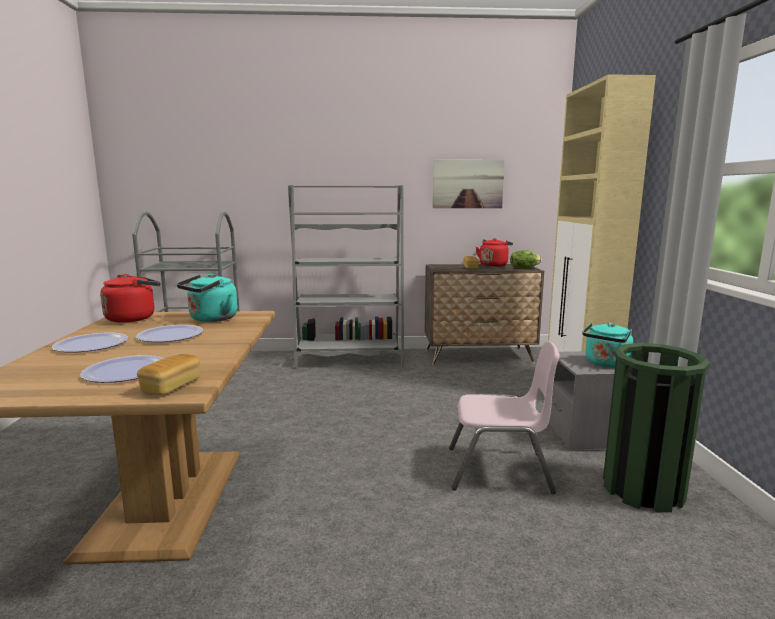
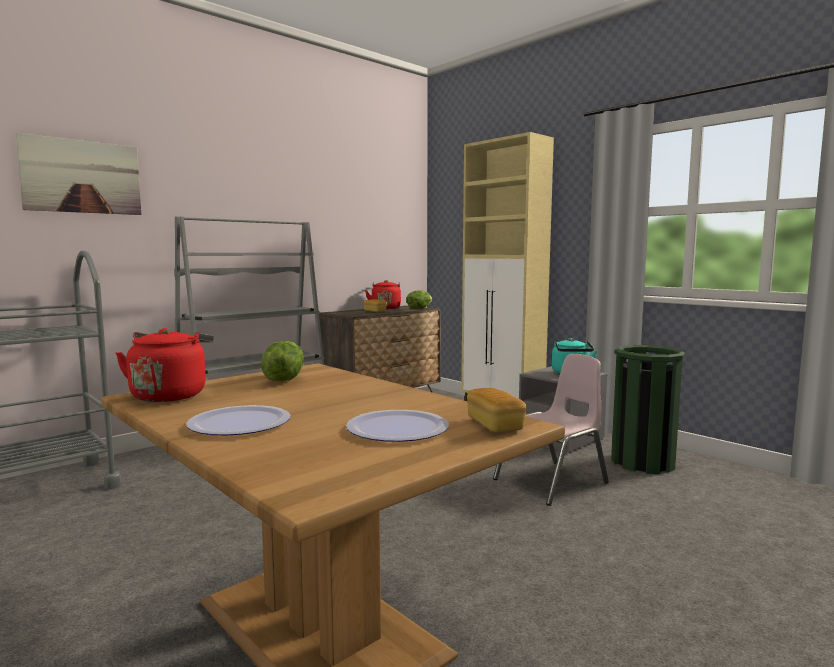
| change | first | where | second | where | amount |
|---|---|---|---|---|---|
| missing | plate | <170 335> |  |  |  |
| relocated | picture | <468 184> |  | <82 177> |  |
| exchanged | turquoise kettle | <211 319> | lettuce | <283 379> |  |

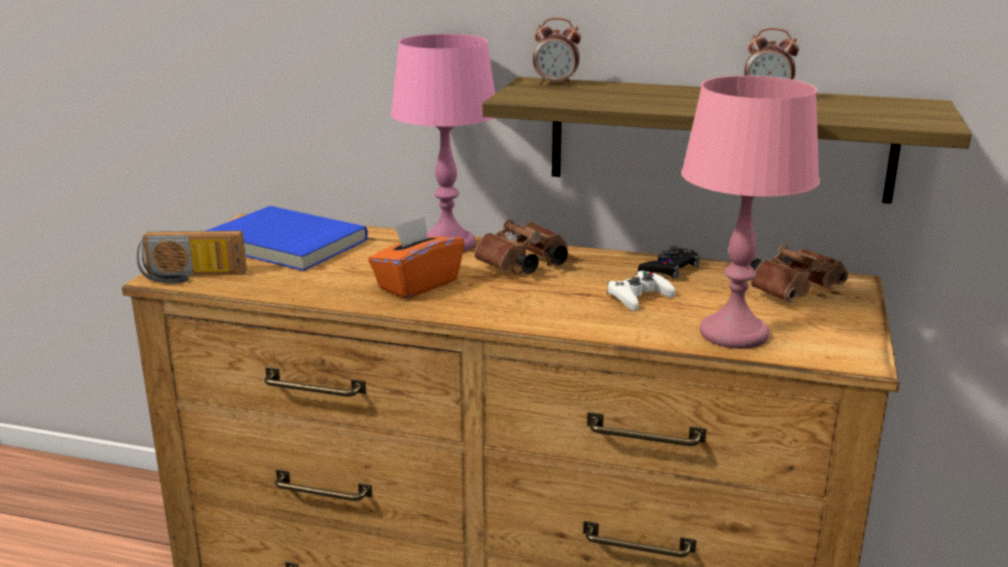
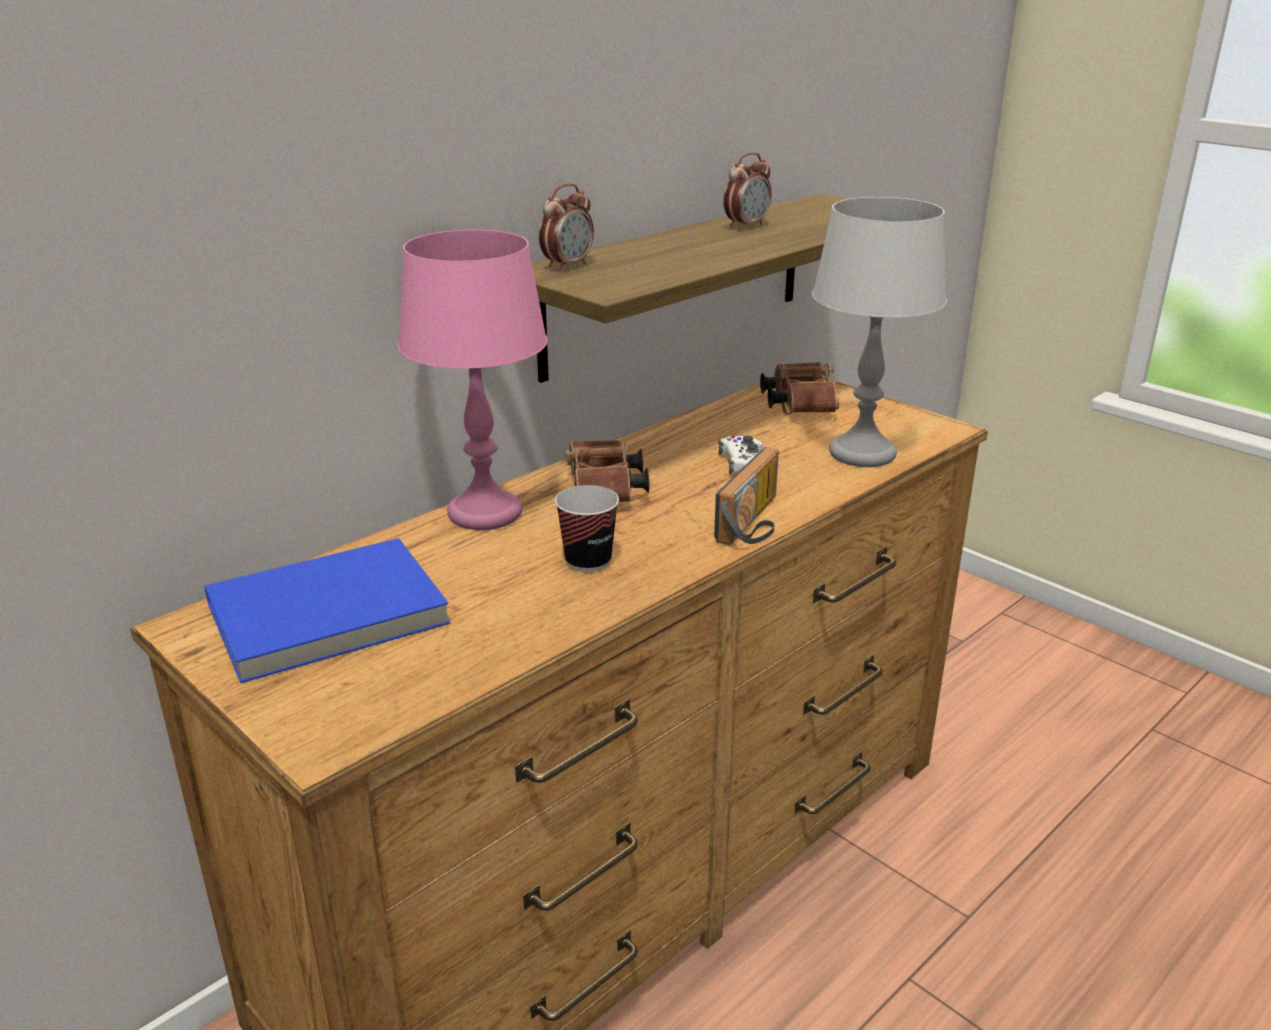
| change | first | where | second | where | amount |
|---|---|---|---|---|---|
| missing | black game controller | <669 270> |  |  |  |
| relocated | radio | <191 277> |  | <756 523> |  |
| exchanged | orange tissue box | <417 285> | cup | <588 561> |  |
| colour | pink table lamp | <734 334> | grey table lamp | <863 453> |  |

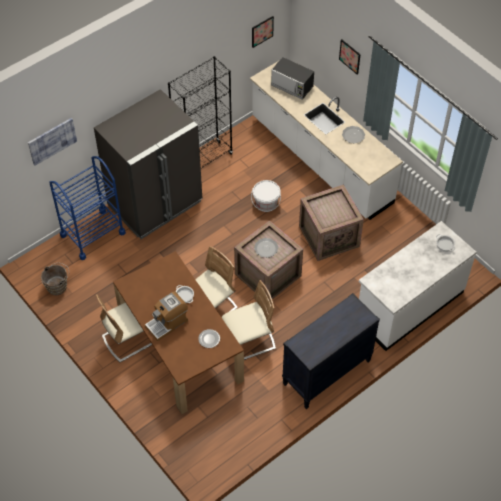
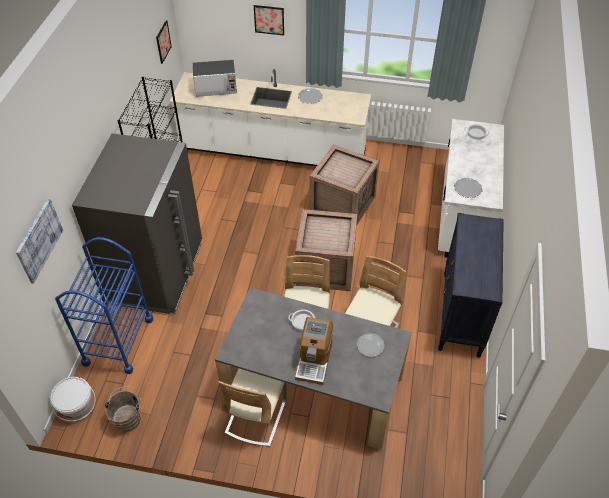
| change | first | where | second | where | amount |
|---|---|---|---|---|---|
| relocated | white bucket | <266 203> |  | <77 407> |  |
| relocated | plate | <266 248> |  | <468 189> |  |
| colour | brown dining table | <180 347> | grey dining table | <314 386> |  |

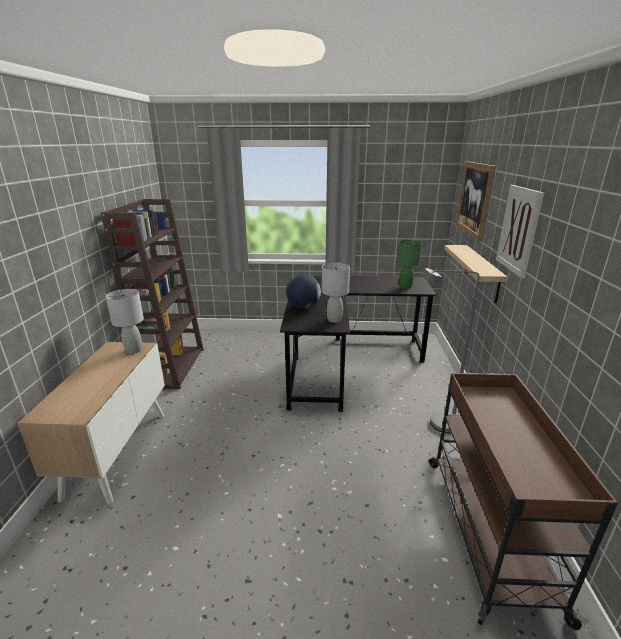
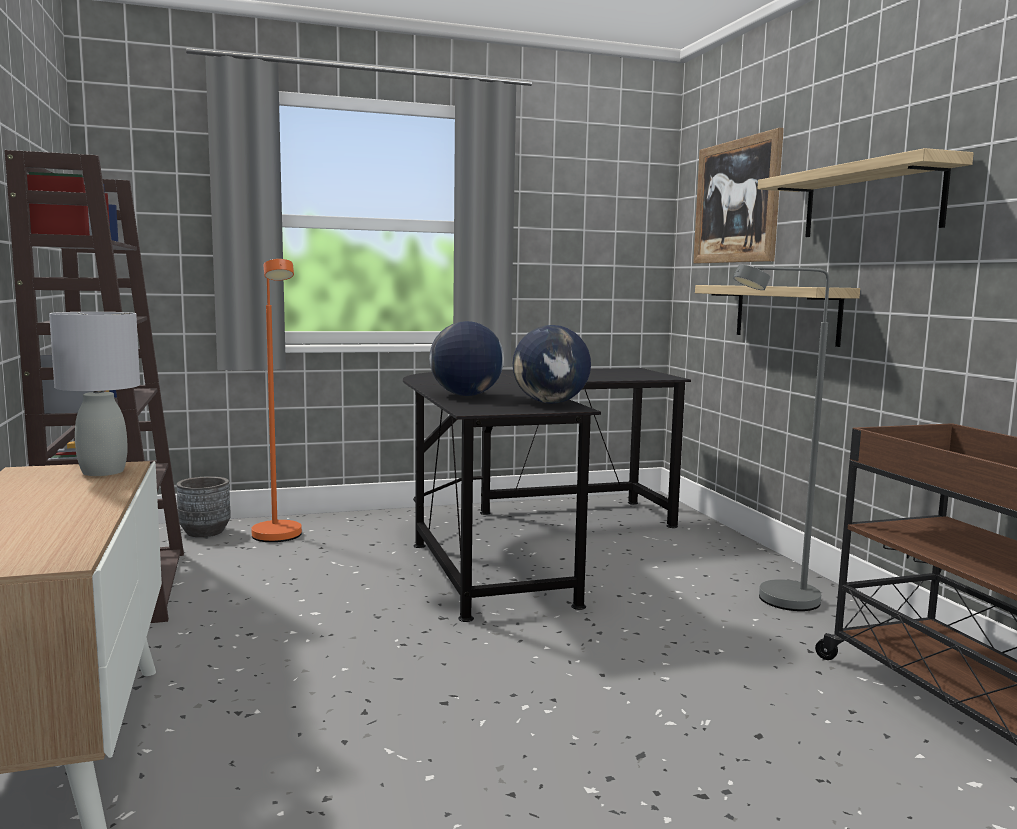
| change | first | where | second | where | amount |
|---|---|---|---|---|---|
| missing | green table lamp | <405 287> |  |  |  |
| appeared |  |  | grey planter | <205 532> |  |
| appeared |  |  | orange floor lamp | <279 539> |  |
| exchanged | grey table lamp | <334 320> | globe | <551 403> |  |
| exchanged | picture | <518 230> | shelf | <871 201> |  |

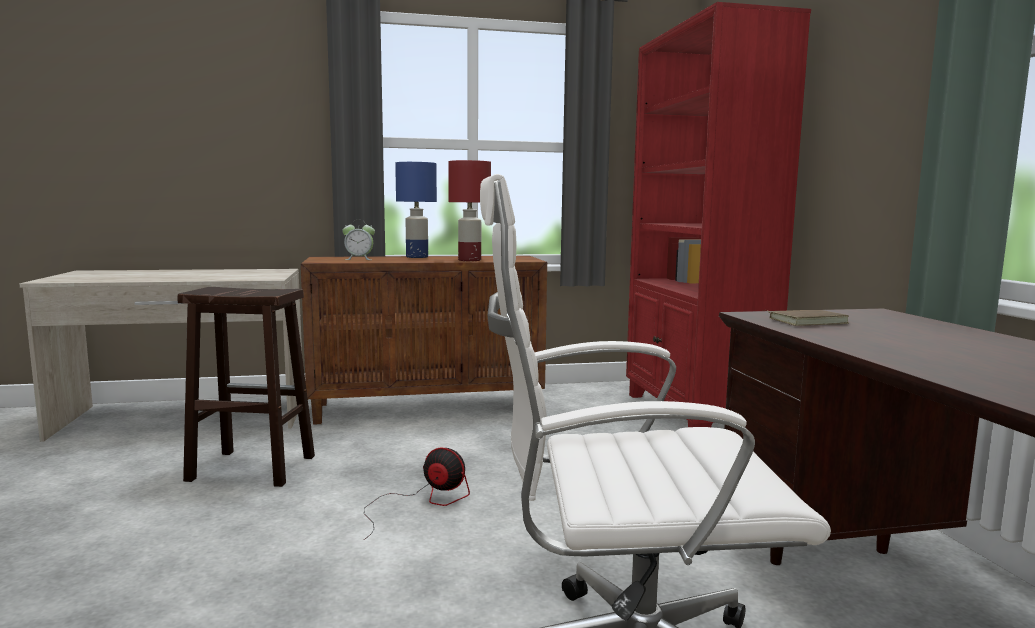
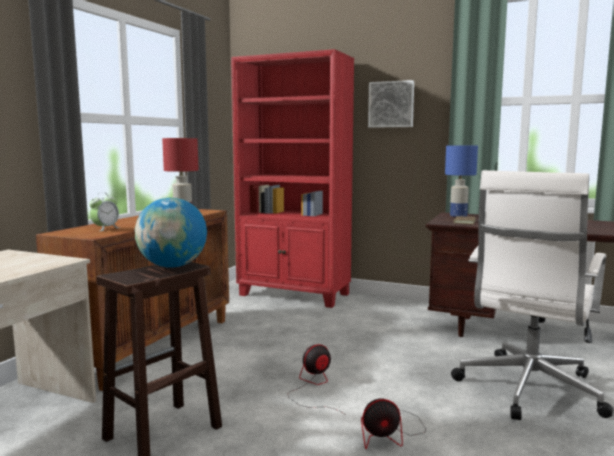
| change | first | where | second | where | amount |
|---|---|---|---|---|---|
| appeared |  |  | globe | <173 266> |  |
| appeared |  |  | fan | <389 433> |  |
| appeared |  |  | picture | <391 104> |  |
| relocated | blue table lamp | <417 257> |  | <458 216> |  |

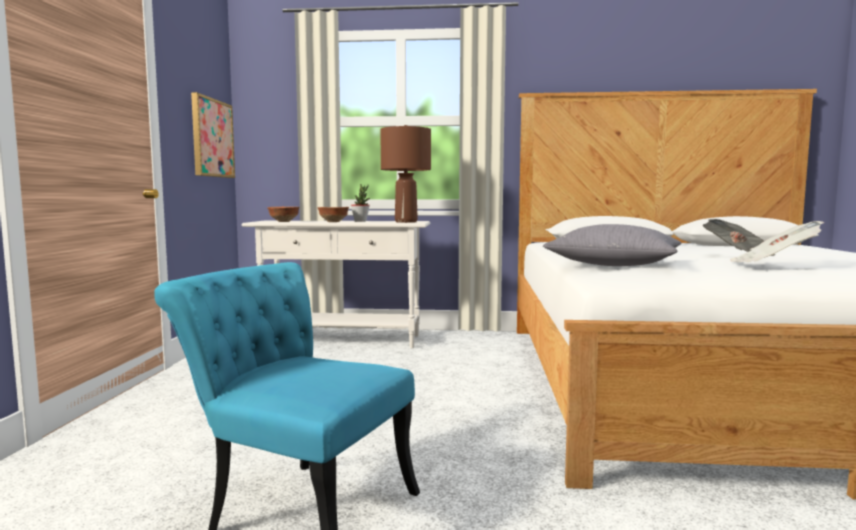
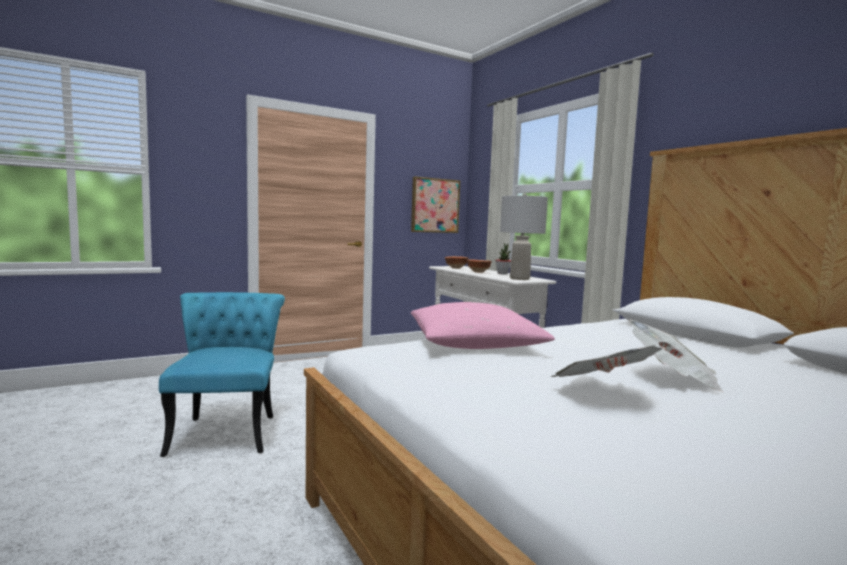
| change | first | where | second | where | amount |
|---|---|---|---|---|---|
| colour | brown table lamp | <406 222> | grey table lamp | <520 279> |  |
| colour | grey pillow | <614 264> | pink pillow | <474 344> |  |

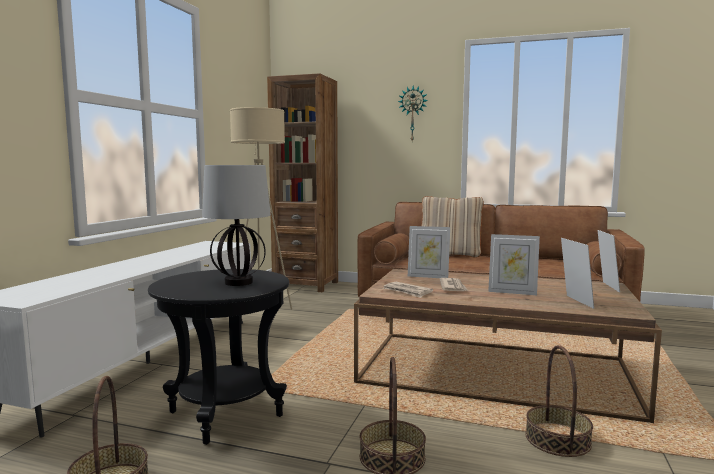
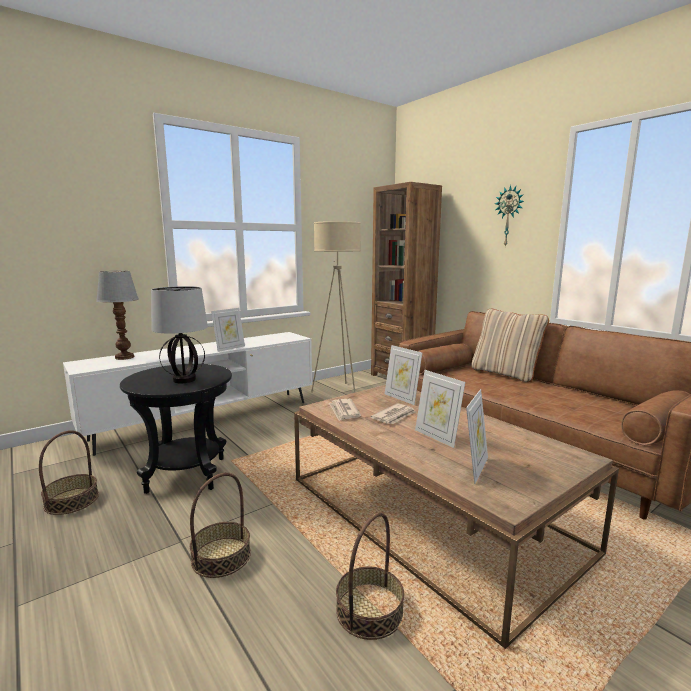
| change | first | where | second | where | amount |
|---|---|---|---|---|---|
| appeared |  |  | table lamp | <124 357> |  |
| relocated | picture frame | <606 287> |  | <229 348> |  |

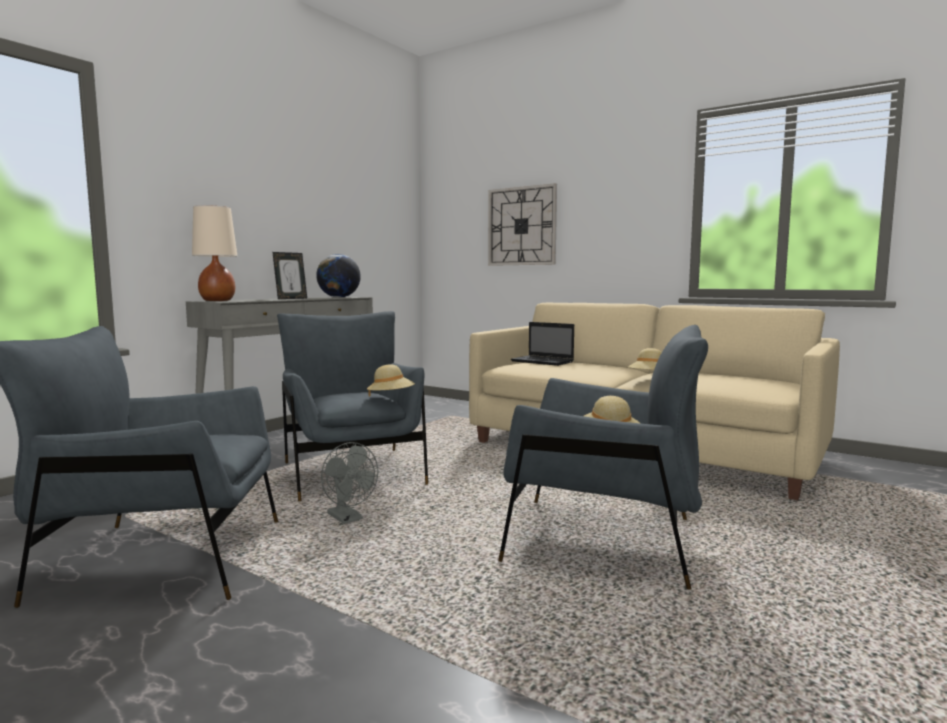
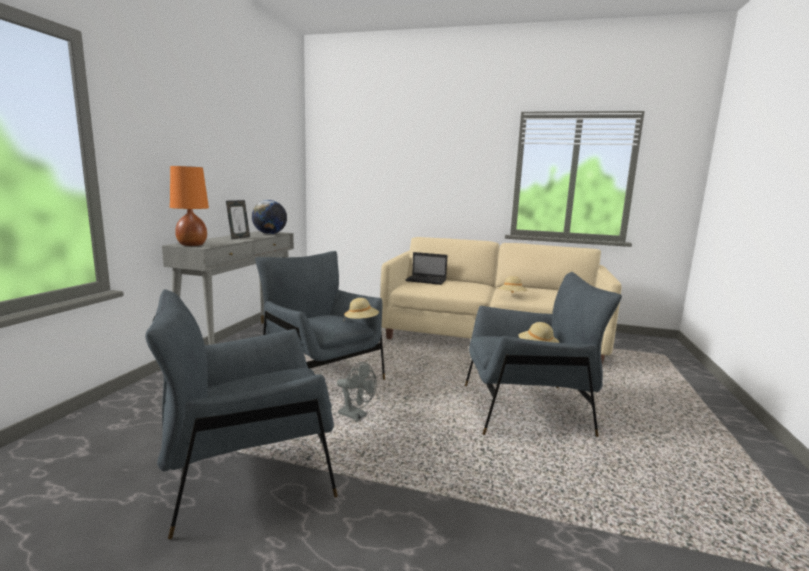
| change | first | where | second | where | amount |
|---|---|---|---|---|---|
| missing | wall clock | <522 226> |  |  |  |
| colour | beige table lamp | <217 301> | orange table lamp | <192 245> |  |

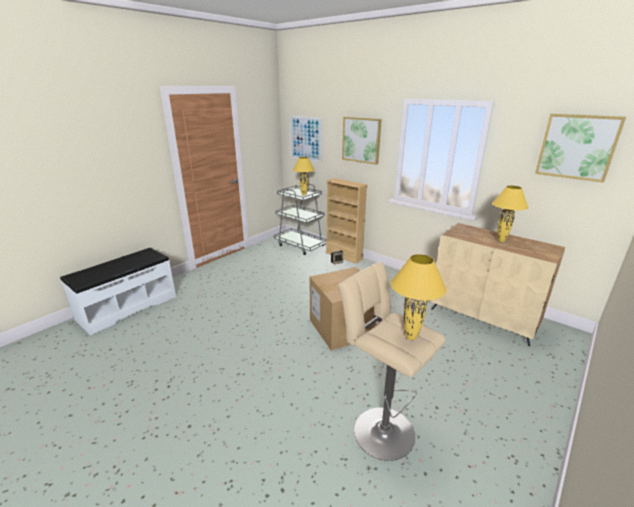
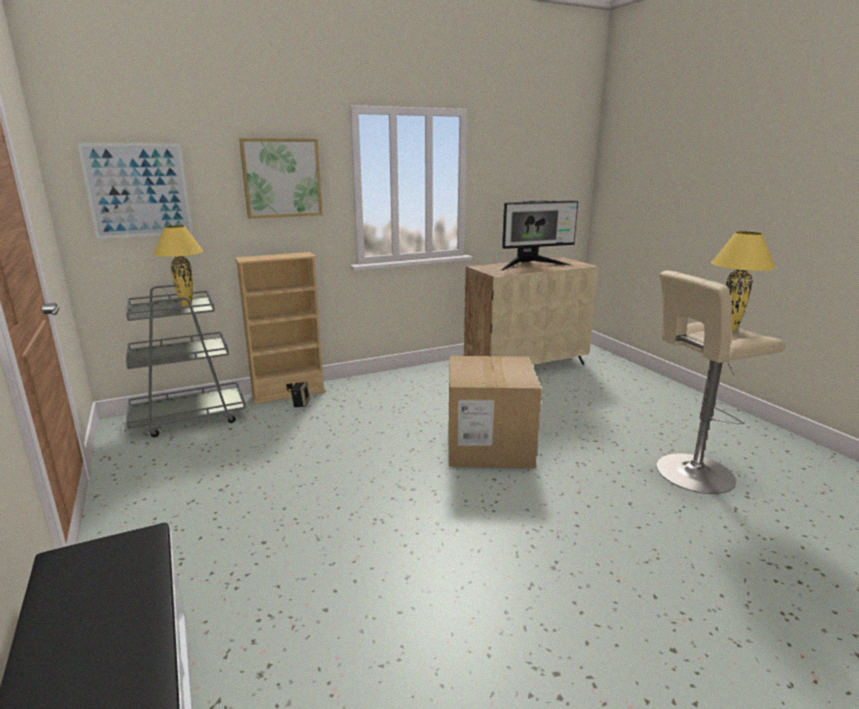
| change | first | where | second | where | amount |
|---|---|---|---|---|---|
| missing | picture | <577 147> |  |  |  |
| exchanged | yellow table lamp | <501 240> | monitor | <532 265> |  |

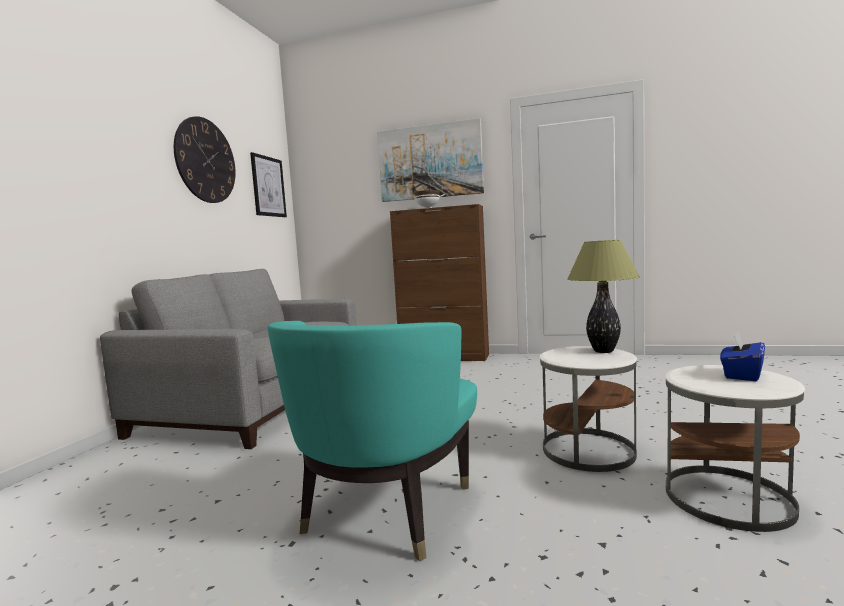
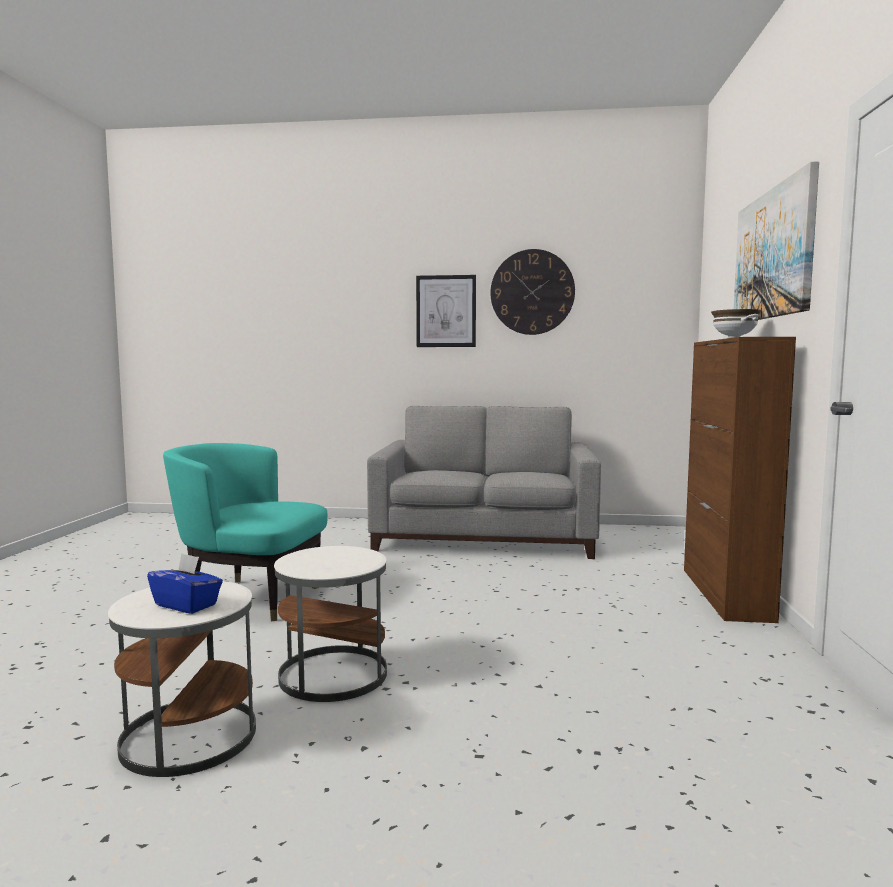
| change | first | where | second | where | amount |
|---|---|---|---|---|---|
| missing | table lamp | <603 351> |  |  |  |
| relocated | picture | <268 186> |  | <446 311> |  |

